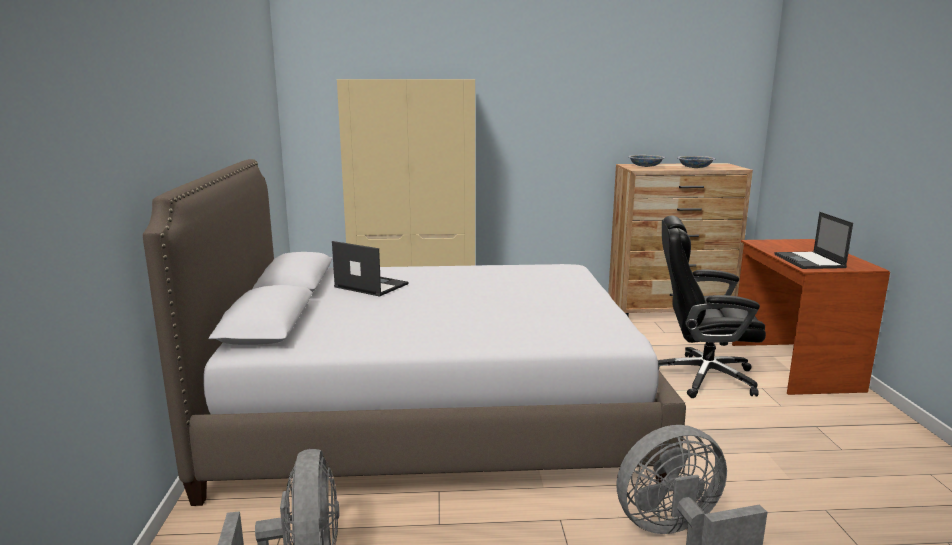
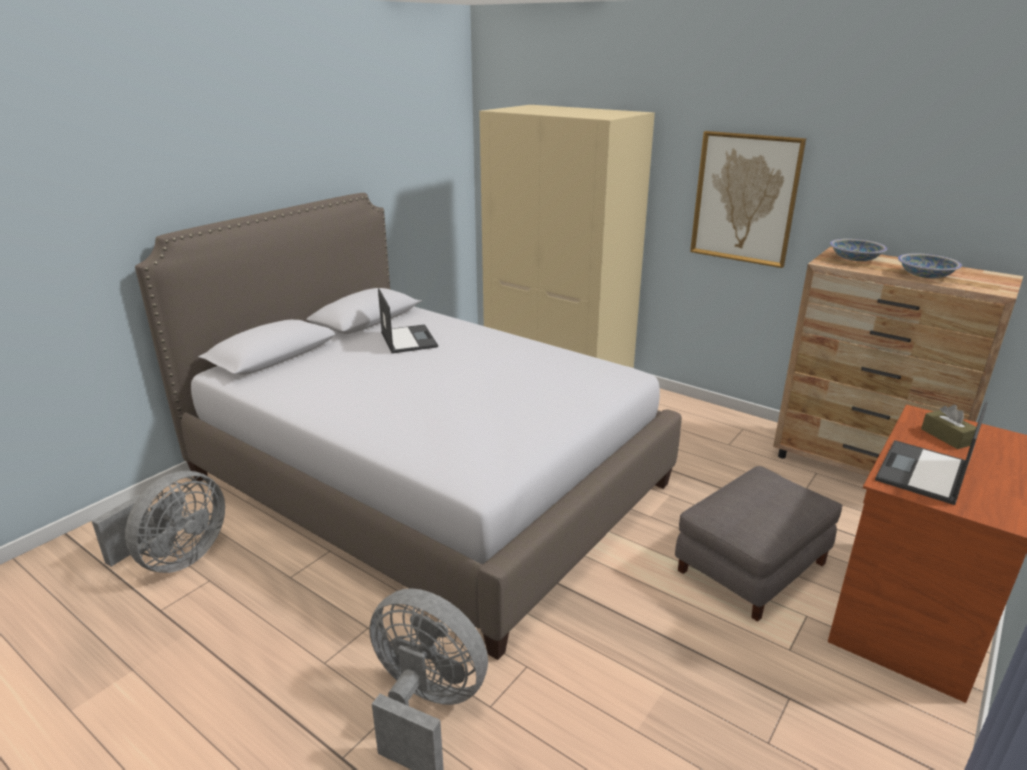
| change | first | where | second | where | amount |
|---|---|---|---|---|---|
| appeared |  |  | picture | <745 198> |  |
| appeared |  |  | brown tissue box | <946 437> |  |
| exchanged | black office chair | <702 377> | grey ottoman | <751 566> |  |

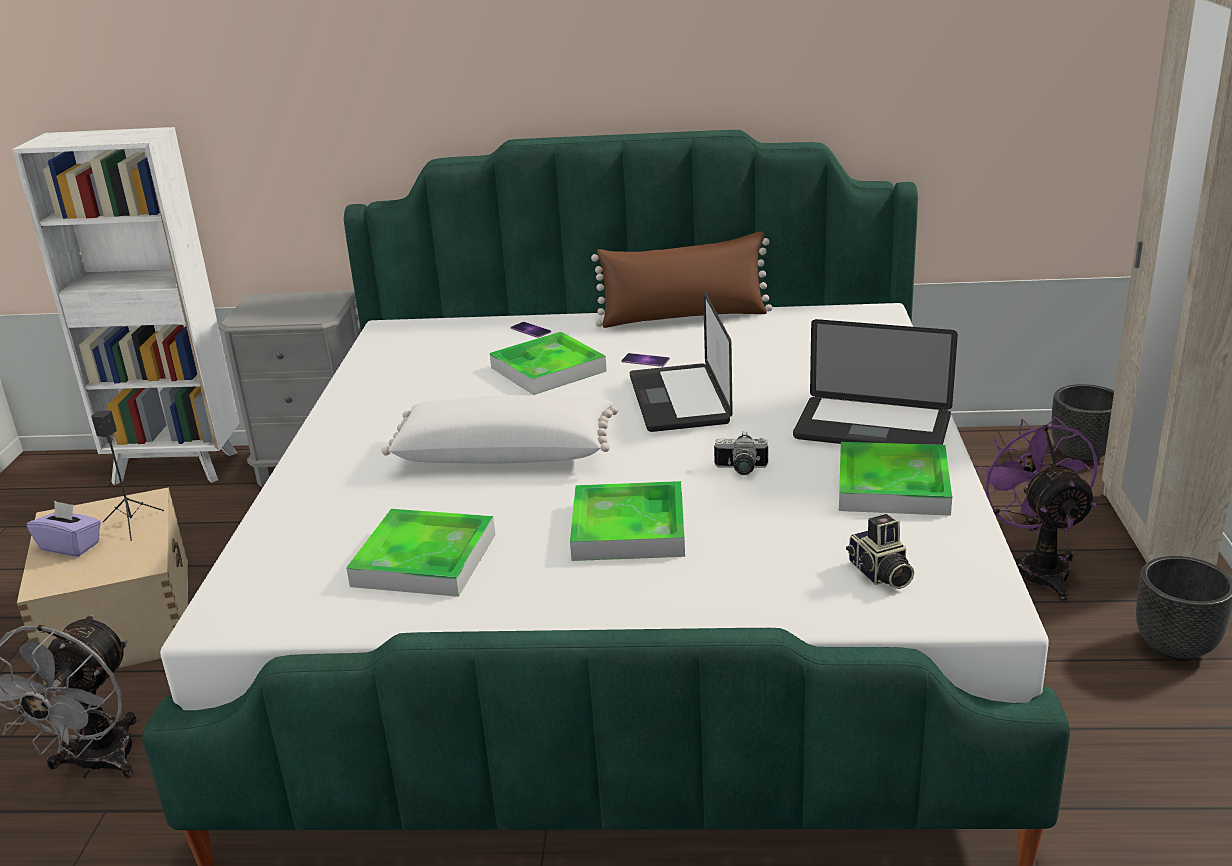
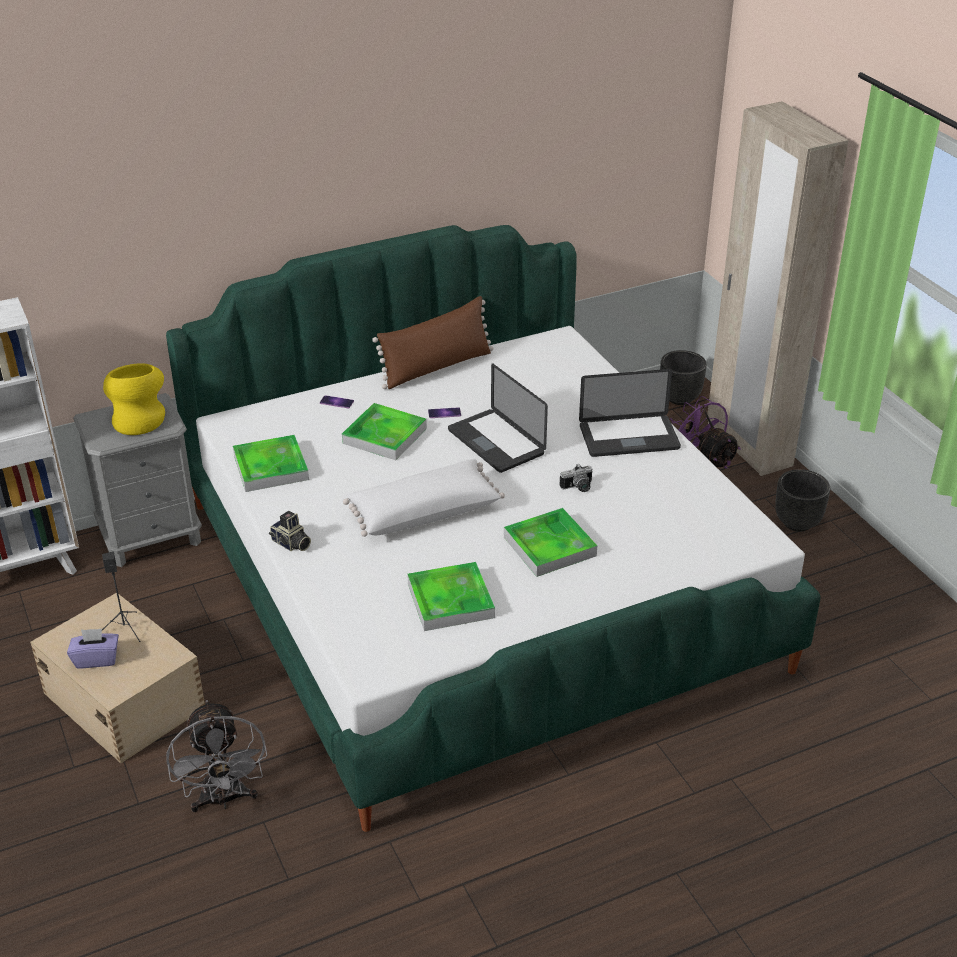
| change | first | where | second | where | amount |
|---|---|---|---|---|---|
| appeared |  |  | yellow vase | <139 419> |  |
| relocated | tray | <893 486> |  | <271 467> |  |
| relocated | photo camera | <880 574> |  | <291 544> |  |

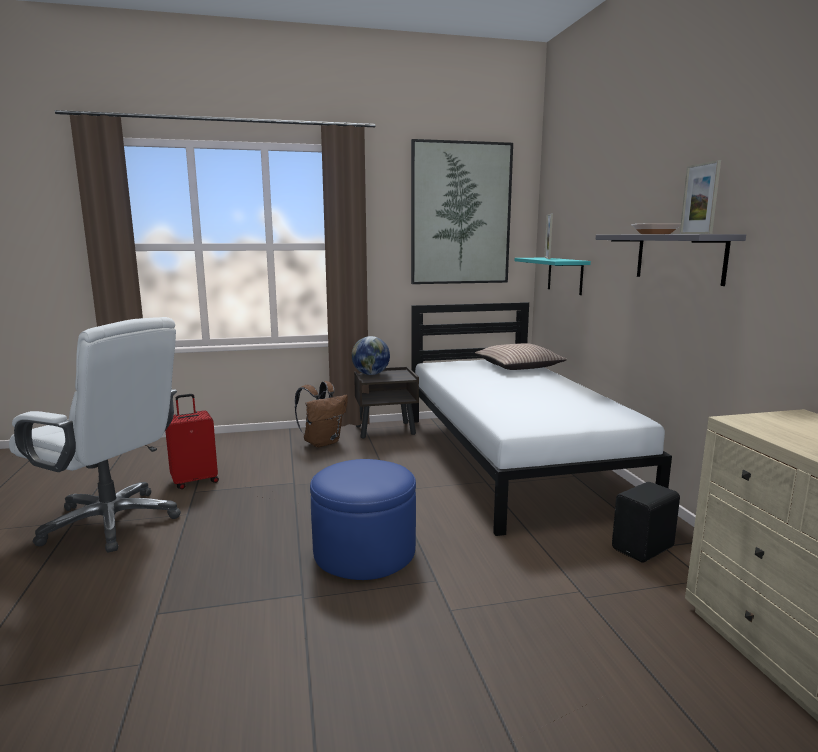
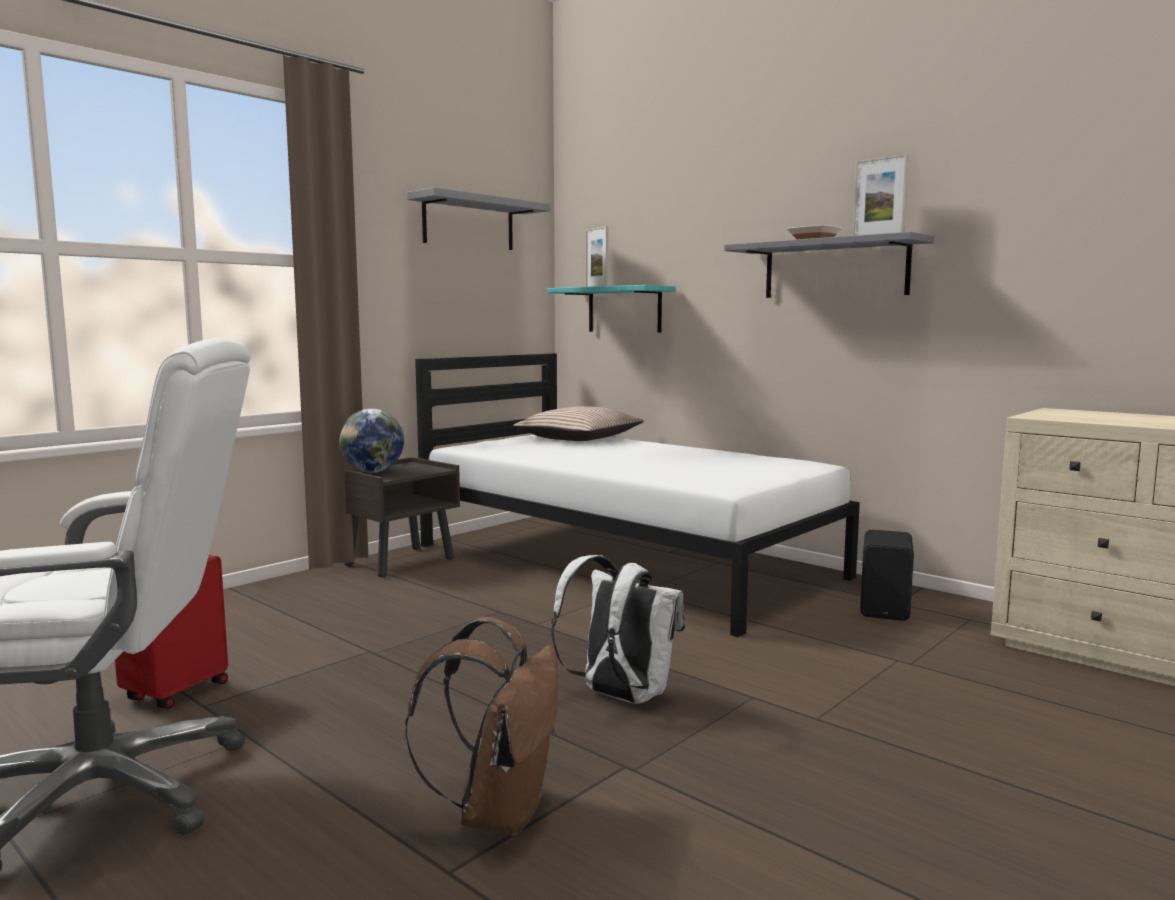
| change | first | where | second | where | amount |
|---|---|---|---|---|---|
| relocated | brown backpack | <322 442> |  | <499 811> |  |
| exchanged | blue ottoman | <364 551> | white backpack | <619 696> |  |
| exchanged | picture | <460 214> | grey shelf | <468 223> |  |

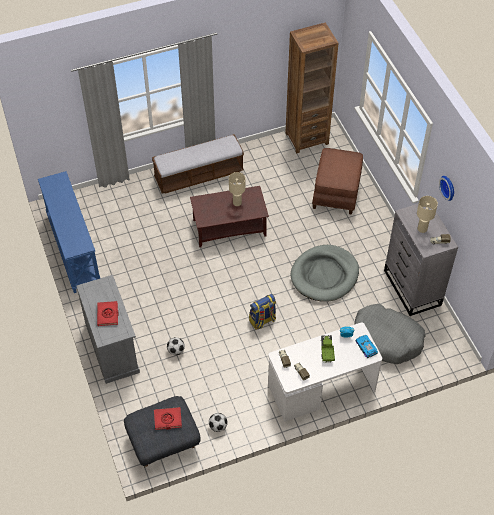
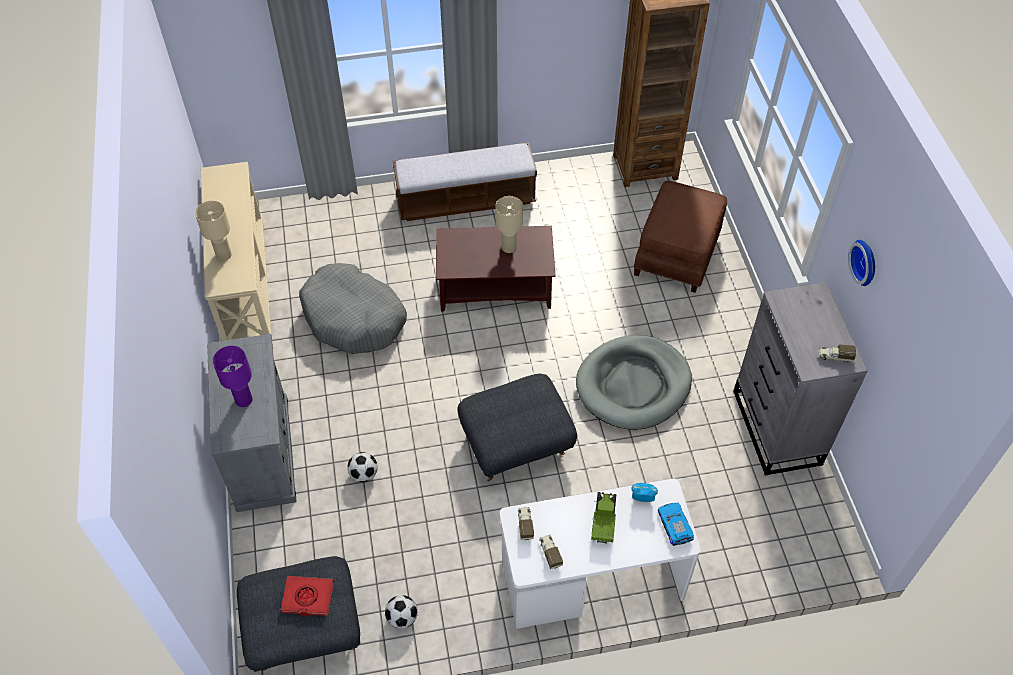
| change | first | where | second | where | amount |
|---|---|---|---|---|---|
| relocated | grey dog bed | <387 339> |  | <354 318> |  |
| relocated | beige table lamp | <422 229> |  | <223 255> |  |
| exchanged | red book | <108 315> | purple table lamp | <244 400> |  |
| exchanged | backpack | <262 320> | grey ottoman | <516 445> |  |
| colour | blue console table | <73 249> | beige console table | <245 287> |  |

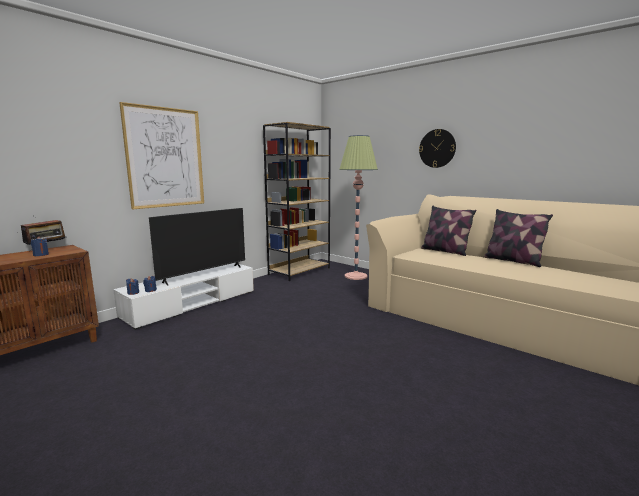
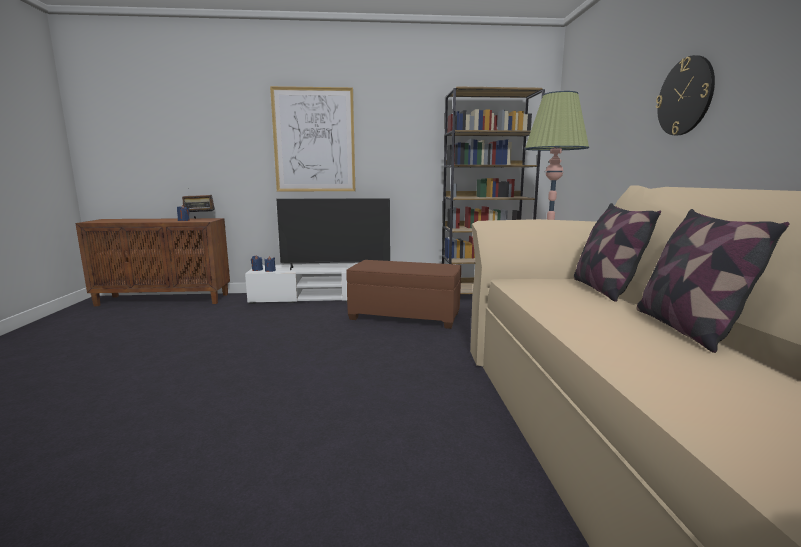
| change | first | where | second | where | amount |
|---|---|---|---|---|---|
| appeared |  |  | brown ottoman | <404 316> |  |

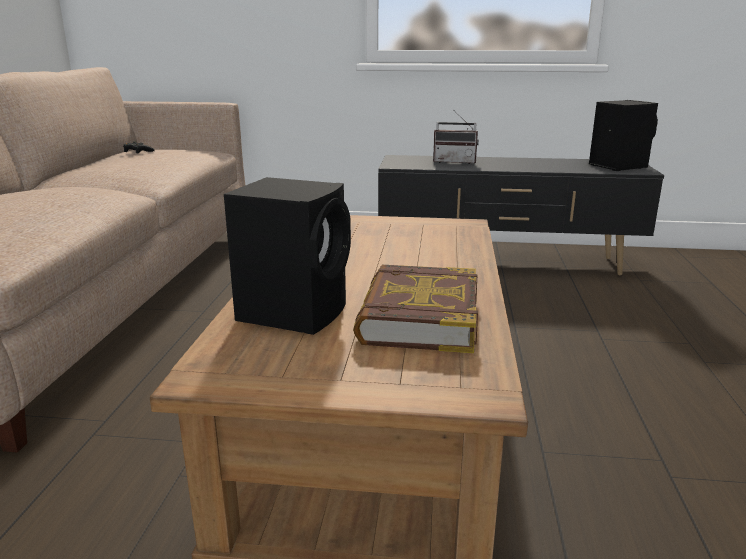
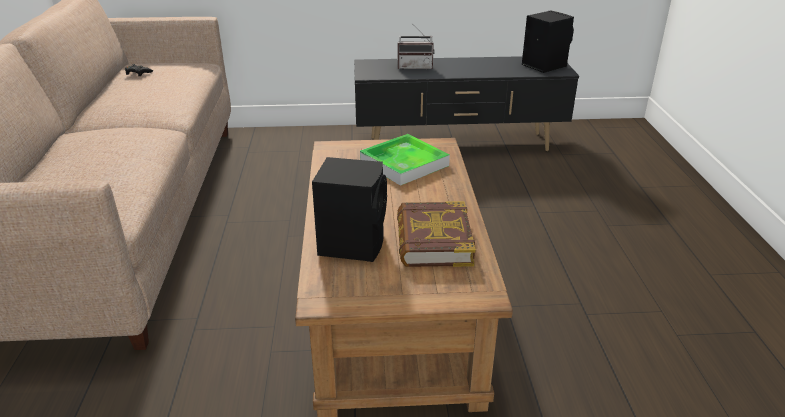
| change | first | where | second | where | amount |
|---|---|---|---|---|---|
| appeared |  |  | tray | <404 163> |  |

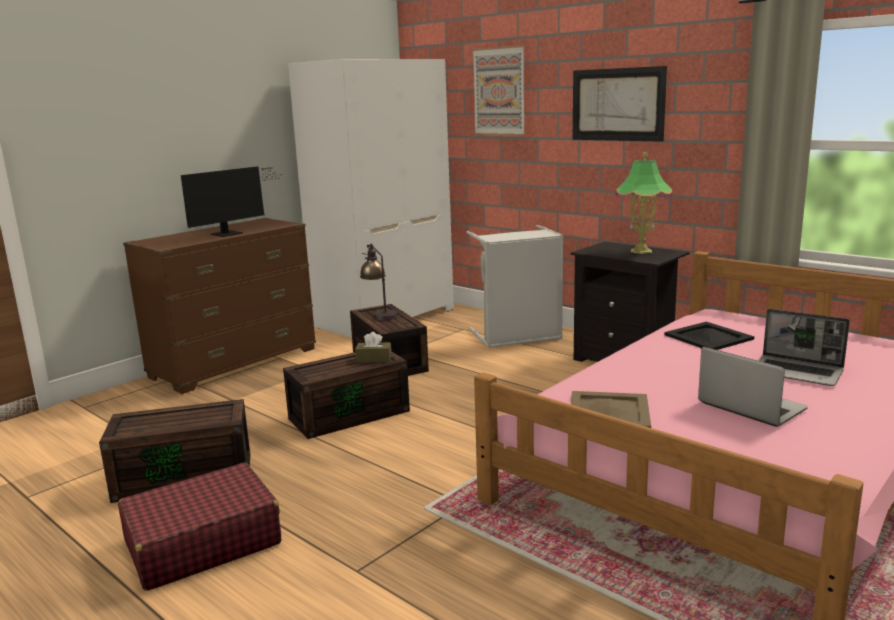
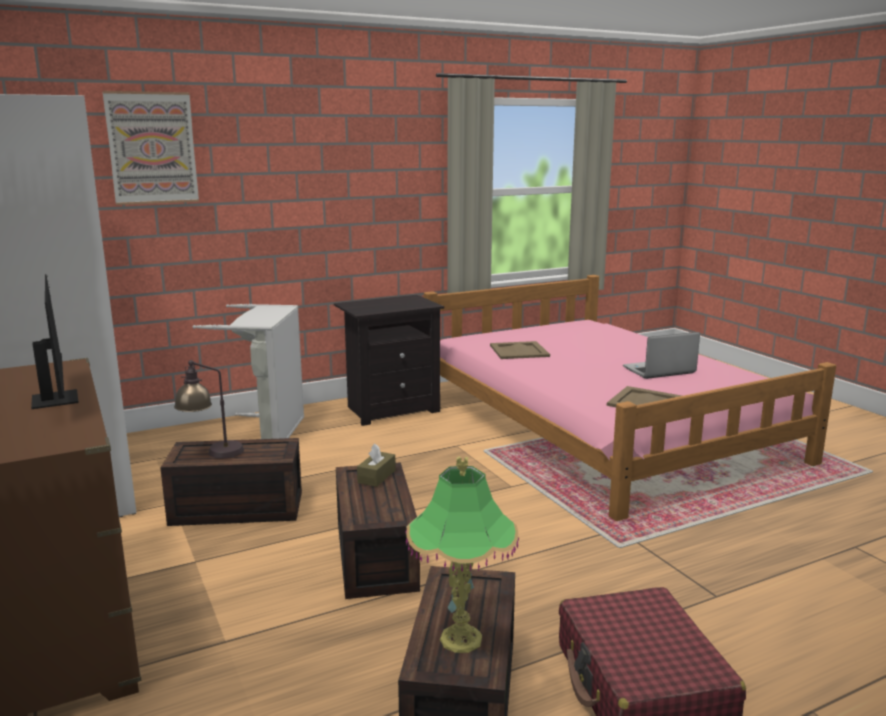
| change | first | where | second | where | amount |
|---|---|---|---|---|---|
| missing | picture | <617 104> |  |  |  |
| missing | laptop | <798 372> |  |  |  |
| relocated | table lamp | <641 251> |  | <461 639> |  |
| colour | black tray | <708 337> | beige tray | <518 351> |  |

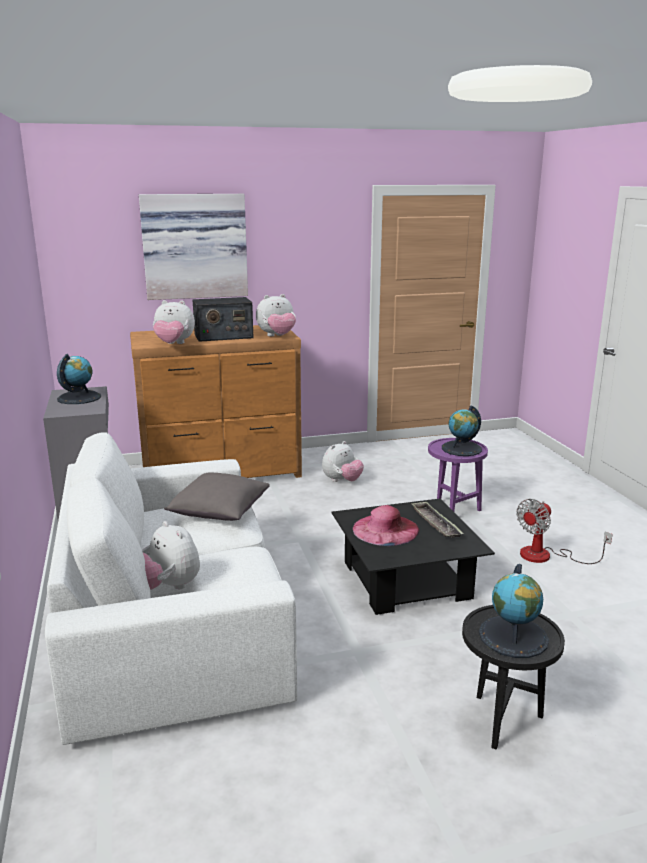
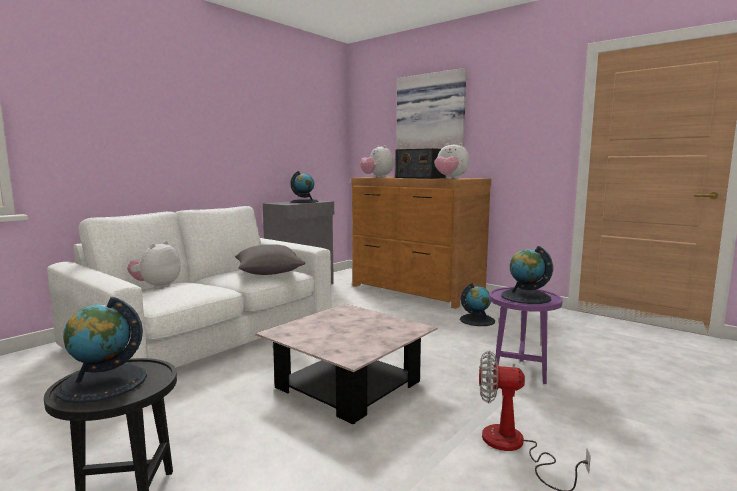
| change | first | where | second | where | amount |
|---|---|---|---|---|---|
| missing | pink hat | <385 529> |  |  |  |
| missing | tray | <435 523> |  |  |  |
| exchanged | plush toy | <342 481> | globe | <477 320> |  |
| colour | black coffee table | <406 580> | pink coffee table | <348 385> |  |

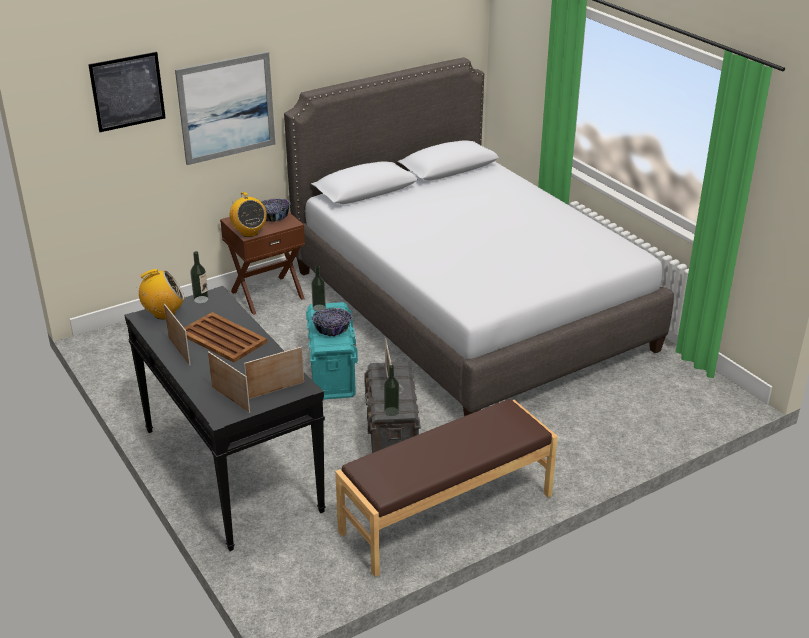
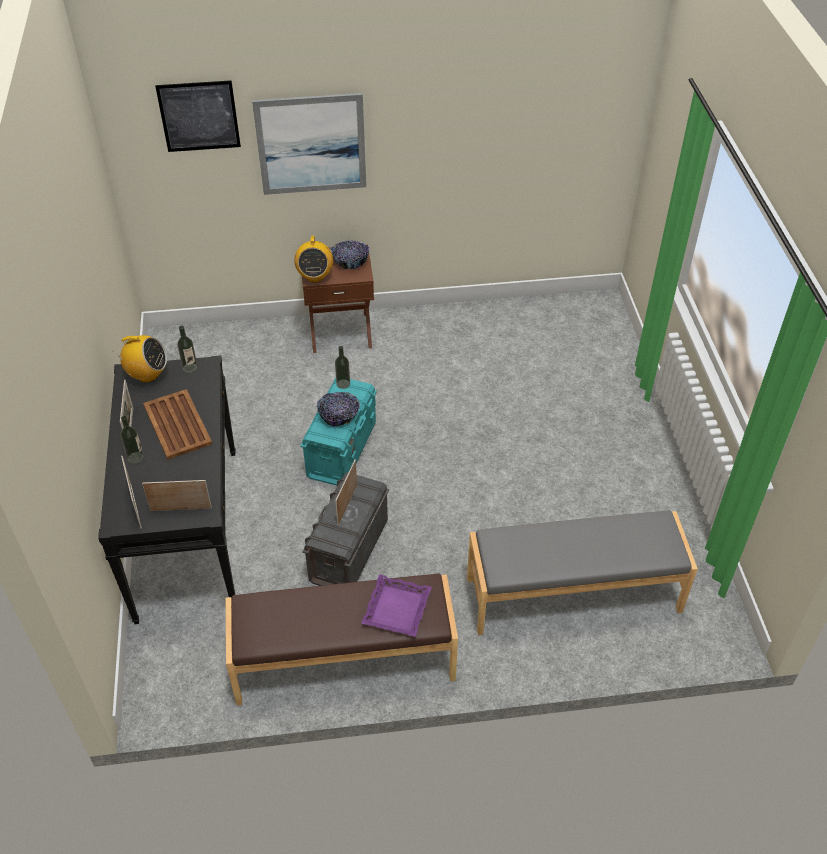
| change | first | where | second | where | amount |
|---|---|---|---|---|---|
| missing | grey bed | <468 309> |  |  |  |
| appeared |  |  | purple tray | <396 609> |  |
| appeared |  |  | grey bench | <573 593> |  |
| relocated | bottle | <391 411> |  | <135 458> |  |

